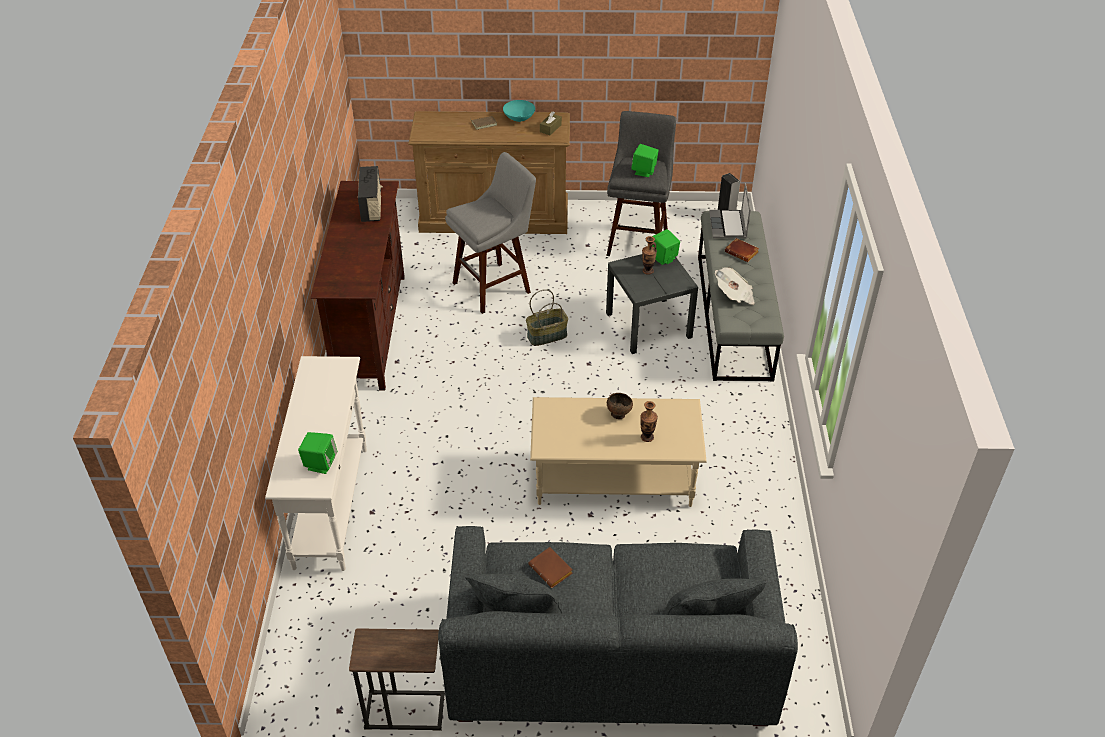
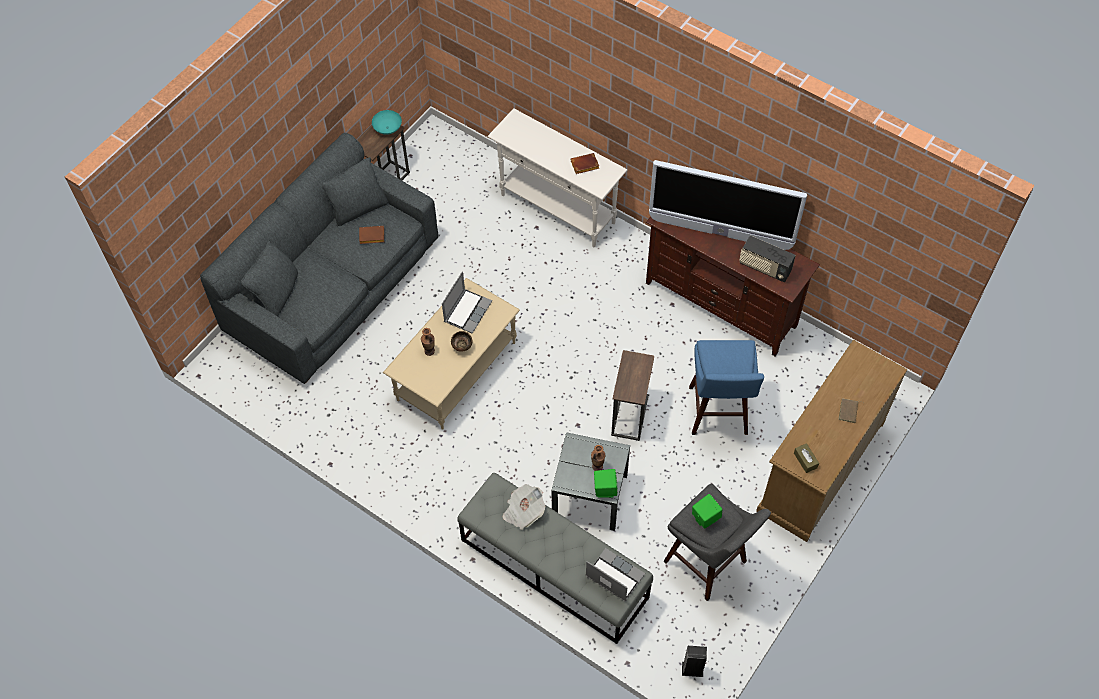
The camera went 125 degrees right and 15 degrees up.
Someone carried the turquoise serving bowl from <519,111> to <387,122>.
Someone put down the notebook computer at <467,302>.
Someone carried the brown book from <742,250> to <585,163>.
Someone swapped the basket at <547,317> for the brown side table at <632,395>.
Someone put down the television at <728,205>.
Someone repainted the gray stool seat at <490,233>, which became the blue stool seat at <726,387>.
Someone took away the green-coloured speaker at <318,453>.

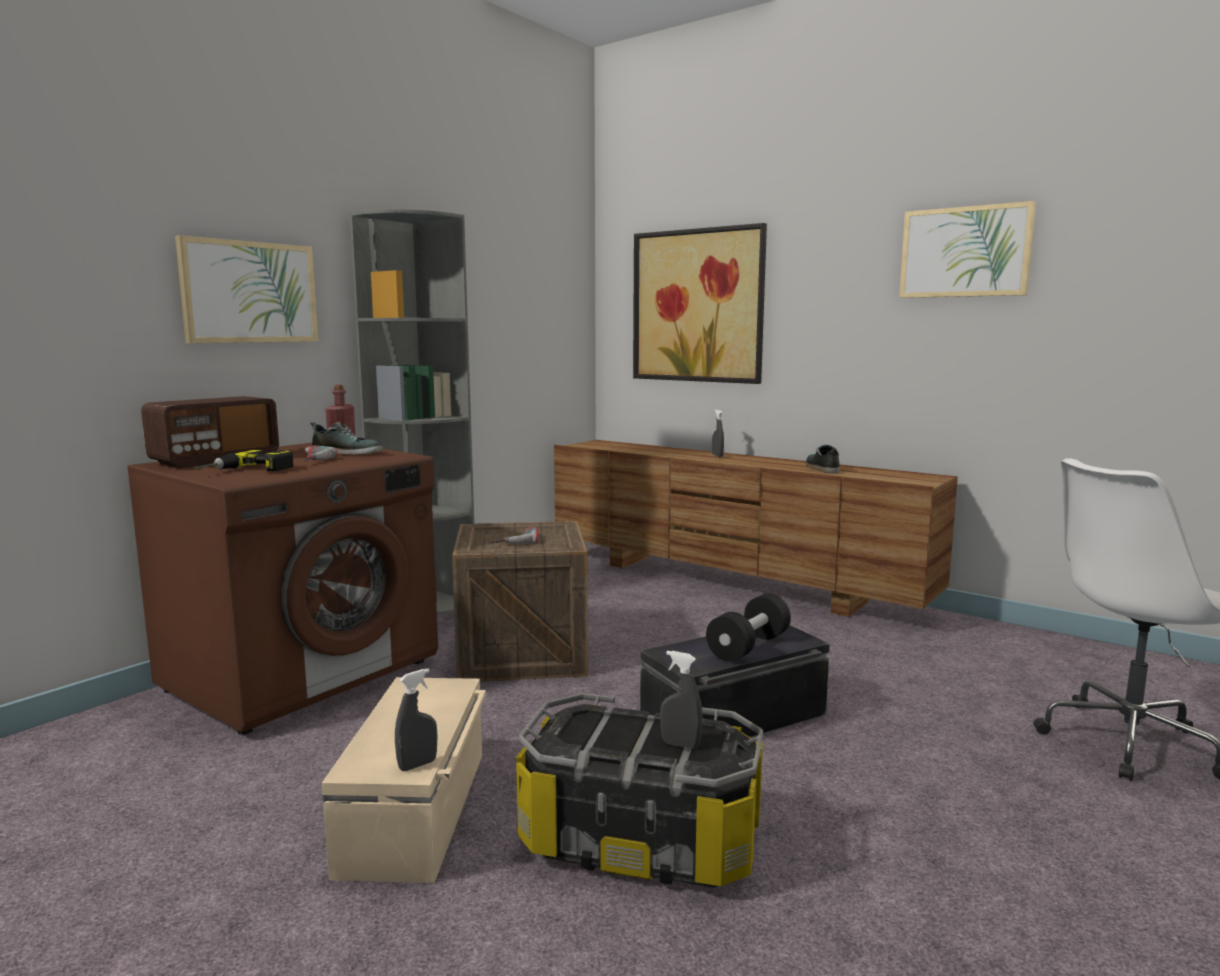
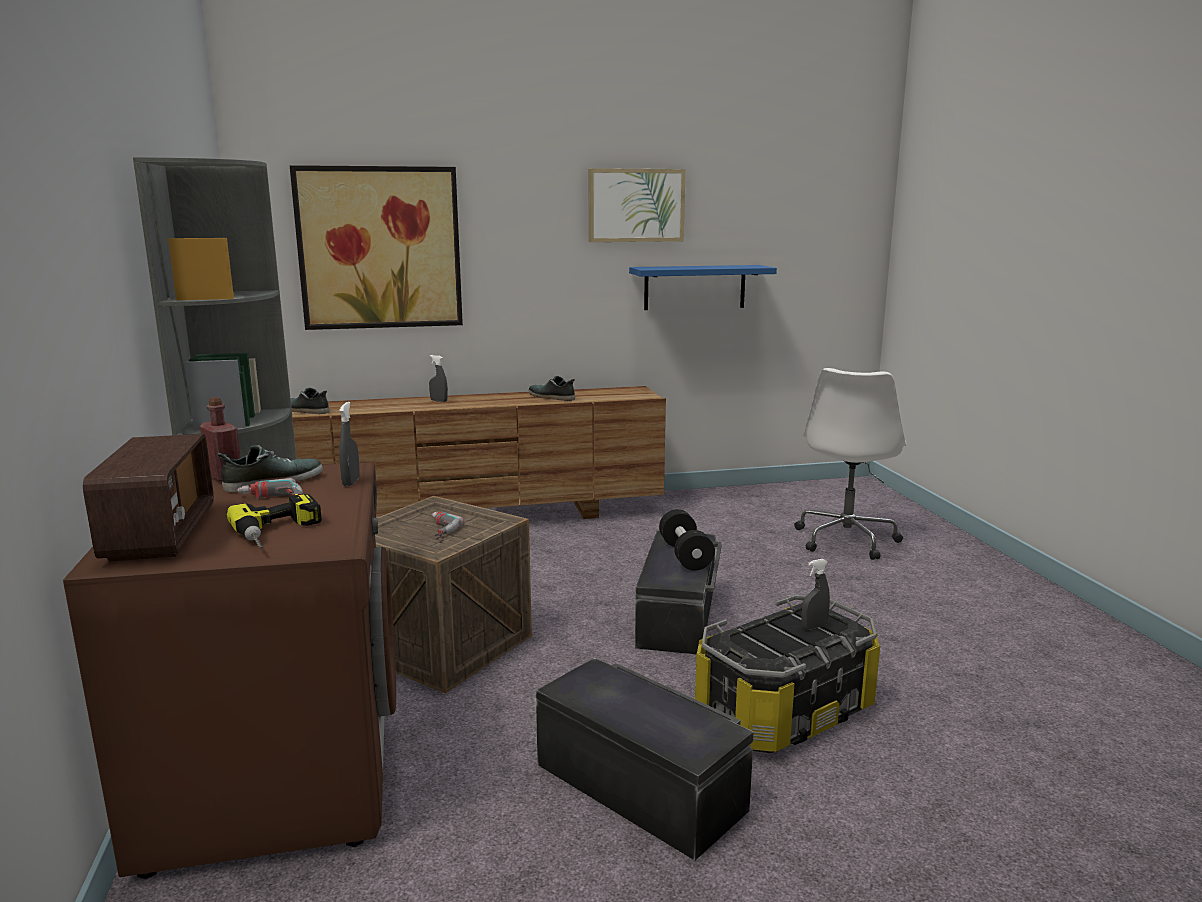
The camera went 50 degrees left and 5 degrees up.
Someone put down the shoe at <310,400>.
Someone carried the gray sprayer from <416,720> to <349,444>.
Someone repainted the beige-coloured storage box at <404,780>, which became the blackish storage box at <645,759>.
Someone put up the blue bracket shelf at <703,287>.
Someone took away the picture at <246,289>.

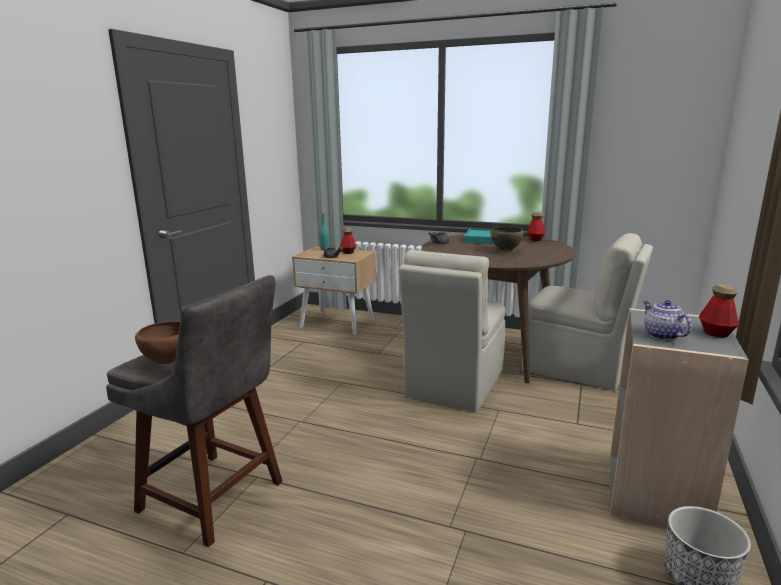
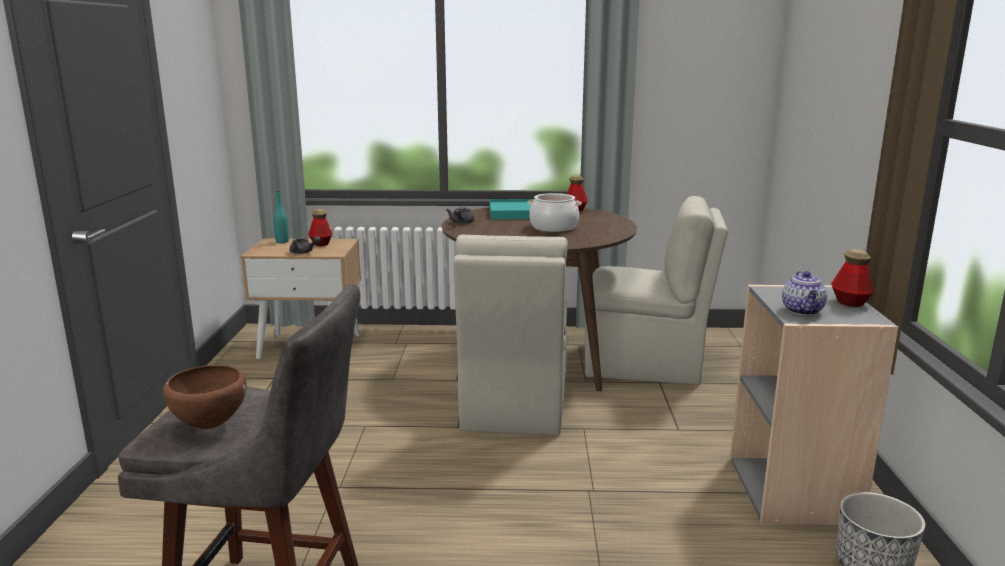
The camera went 20 degrees left and 0 degrees up.
Someone swapped the brown serving bowl at <507,239> for the cooking pot at <555,212>.
Someone rotated the tea pot at <667,320> by 135 degrees counterclockwise.

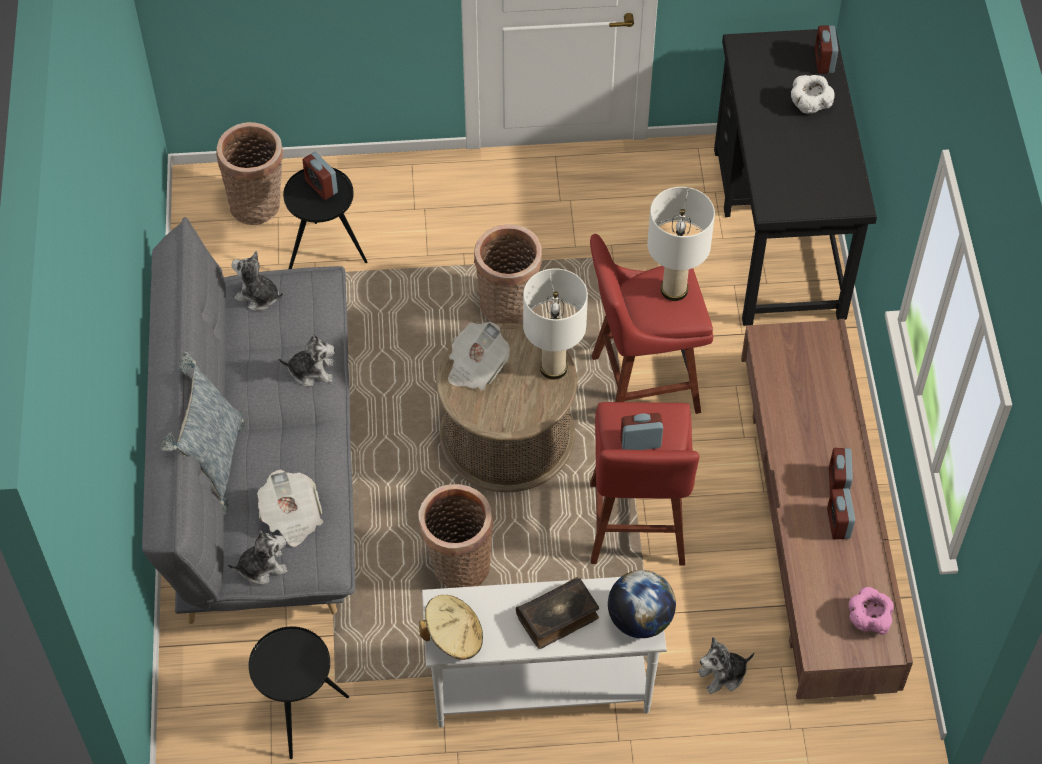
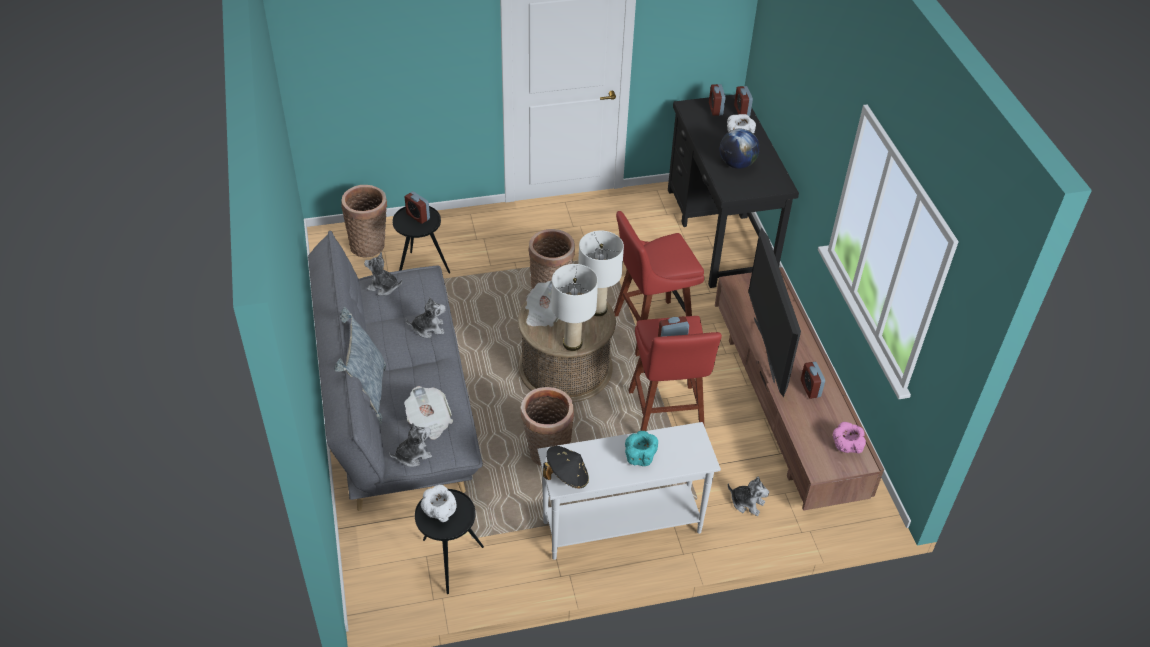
The camera went 10 degrees left and 10 degrees down.
Someone put down the white-coloured serving bowl at <438,503>.
Someone repainted the beige-coloured wearable hat at <451,627>, which became the blackish wearable hat at <566,467>.
Someone carried the white-coloured table lamp from <681,244> to <574,307>.
Someone swapped the book at <557,613> for the turquoise serving bowl at <641,448>.
Someone carried the table clock from <841,471> to <717,100>.
Someone carried the world globe from <642,604> to <740,149>.
Someone rotated the plush toy at <726,665> by 120 degrees counterclockwise.
Someone put down the television at <774,312>.

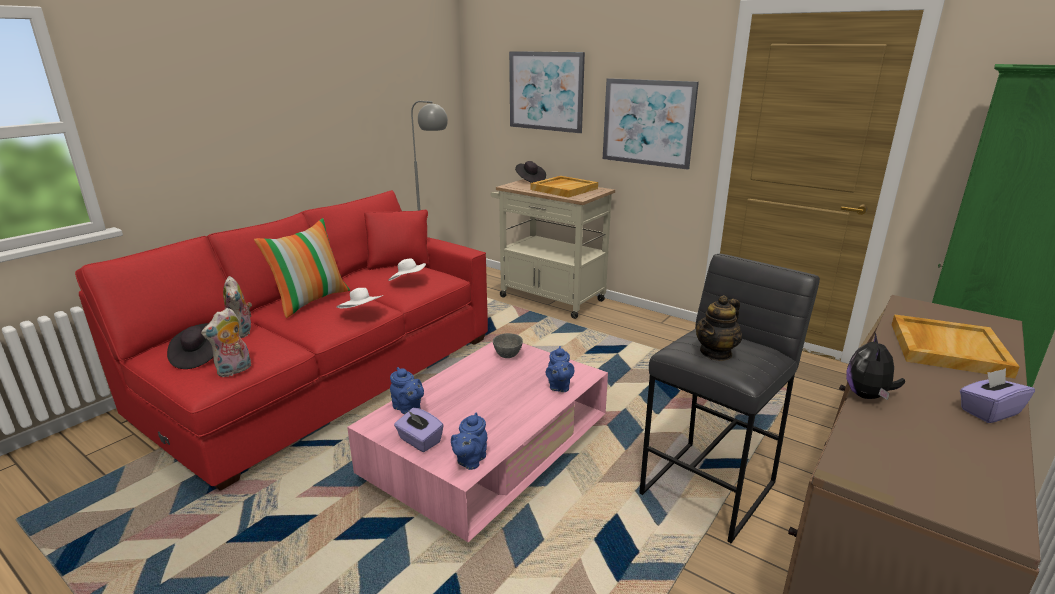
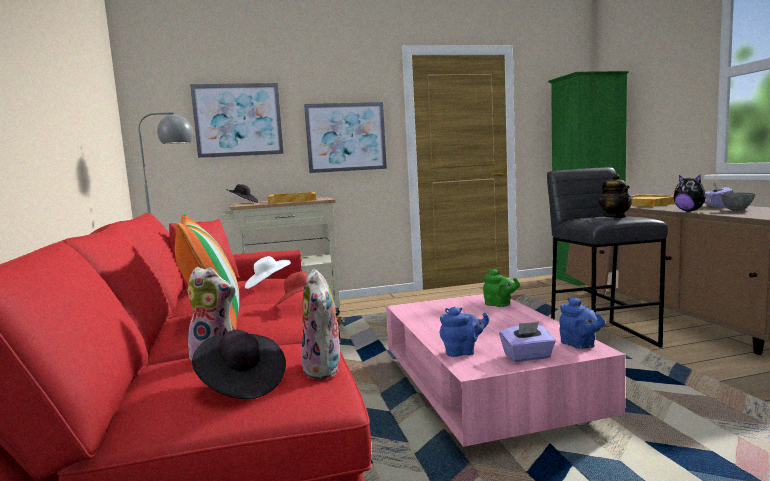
The camera went 50 degrees left and 15 degrees down.
Someone repainted the white-coloured wearable hat at <359,298>, which became the reddish wearable hat at <299,289>.
Someone repainted the blue tea pot at <560,369>, which became the green-coloured tea pot at <501,288>.
Someone carried the gray serving bowl from <508,345> to <738,201>.

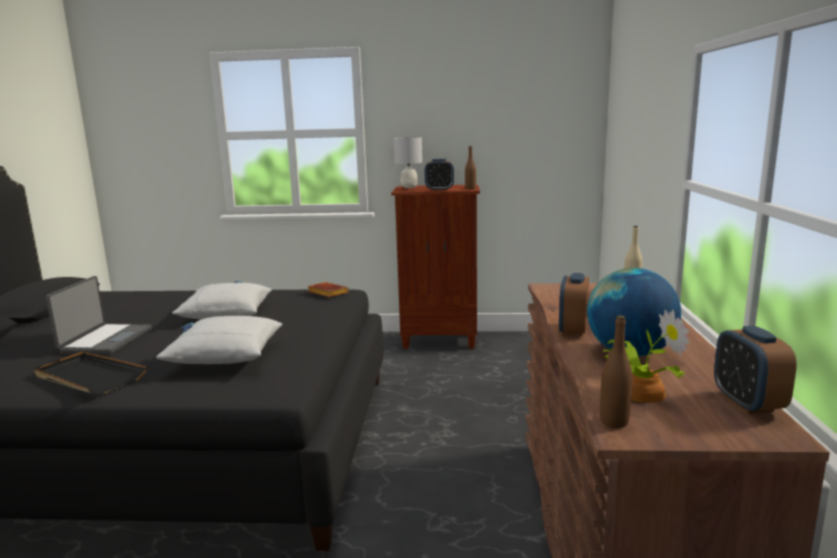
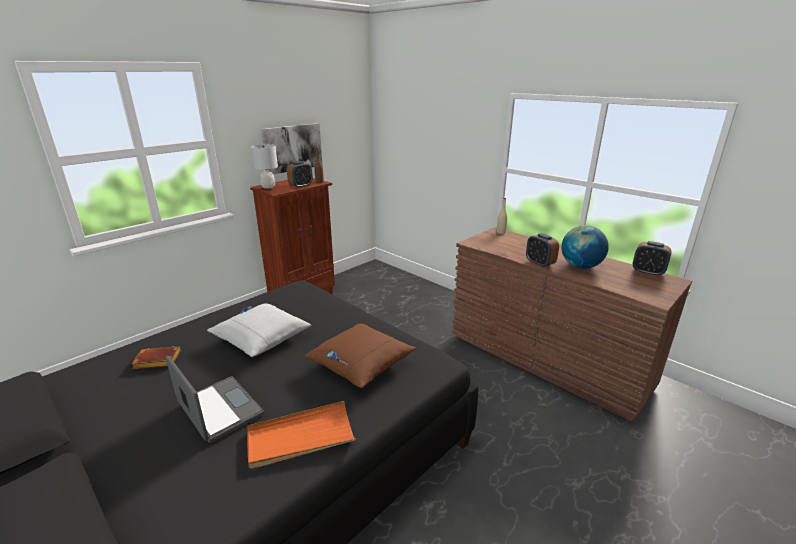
The camera went 50 degrees left and 10 degrees up.
Someone carried the brown book from <328,289> to <156,357>.
Someone repainted the blackish serving tray at <90,372>, which became the orangey serving tray at <301,435>.
Someone put up the picture at <291,148>.
Someone repainted the gray pillow at <219,340>, which became the brown pillow at <360,355>.
Someone took away the brown drink bottle at <616,371>.
Someone took away the potted plant at <646,356>.

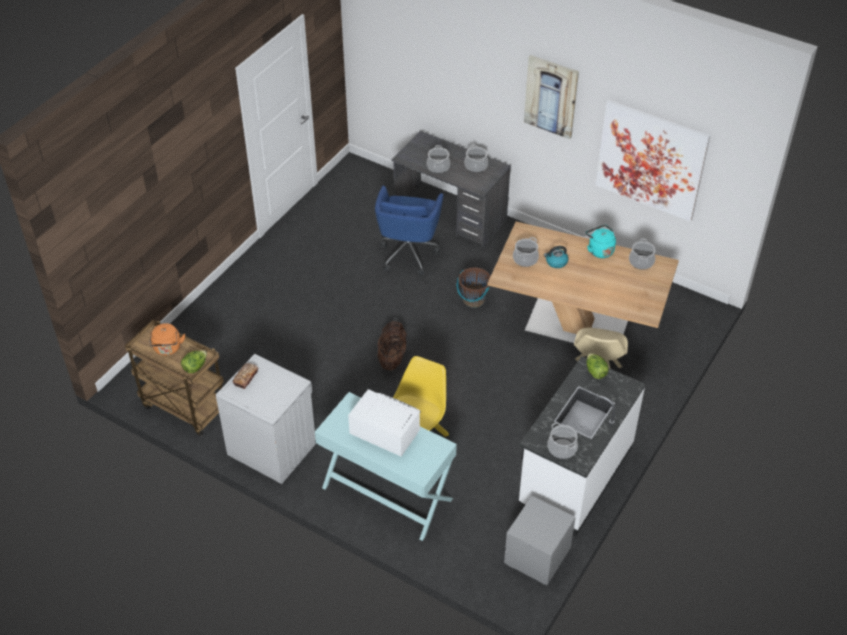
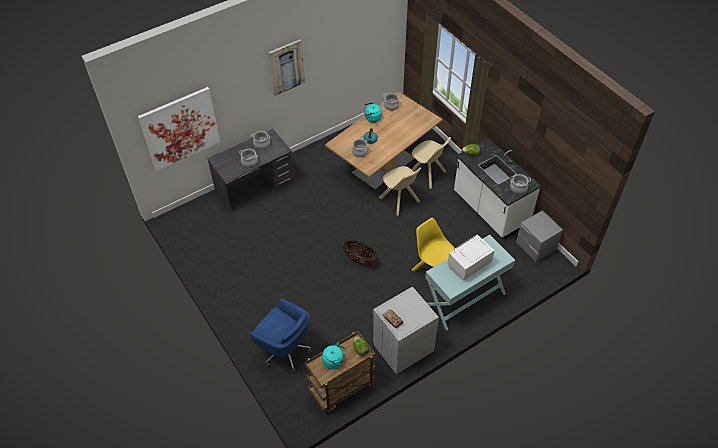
The camera went 65 degrees left and 5 degrees up.
Someone carried the picture from <653,160> to <179,129>.
Someone carried the blue computer chair from <409,231> to <281,336>.
Someone repainted the orangey tea kettle at <167,339>, which became the turquoise tea kettle at <334,355>.
Someone put down the beige-coloured upright chair at <400,191>.
Someone took away the brown pail at <474,288>.

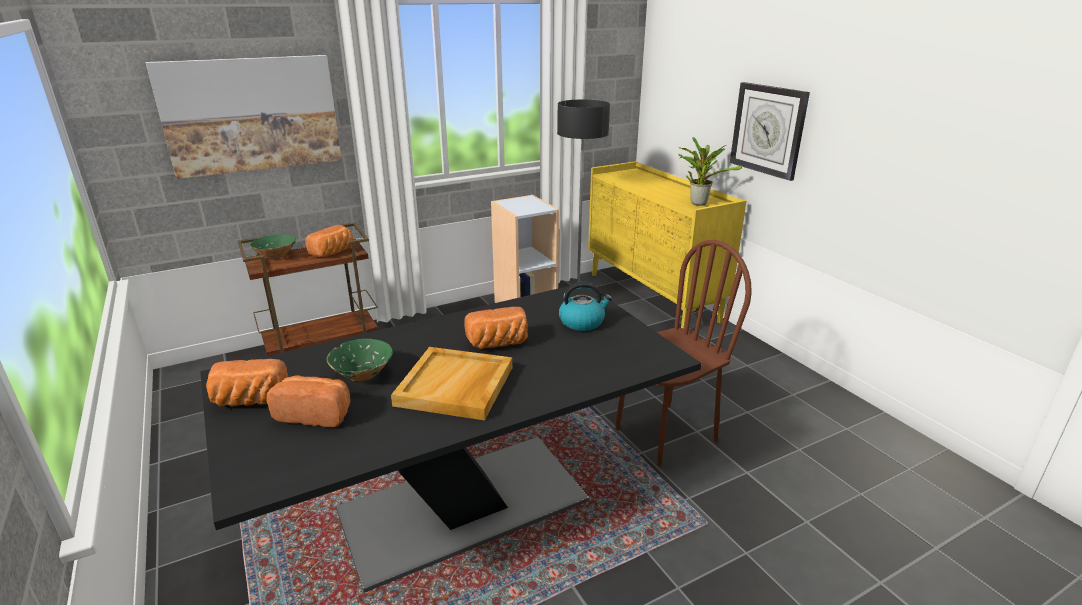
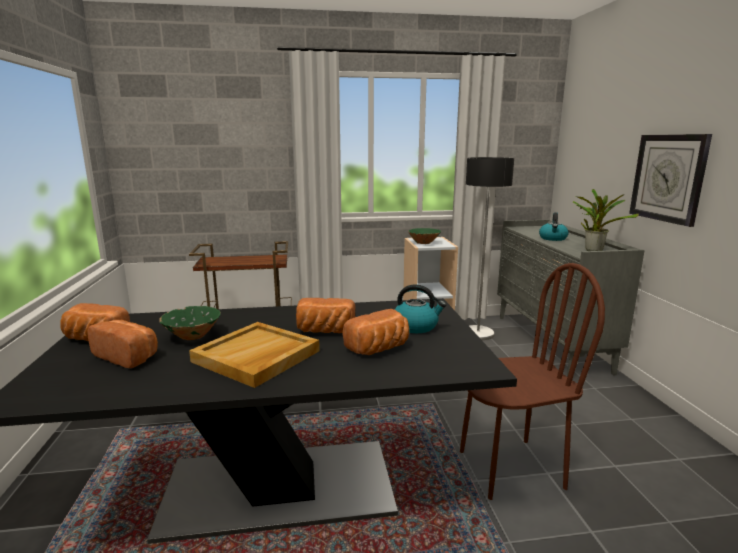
The camera went 20 degrees right and 10 degrees down.
Someone carried the baked bread from <329,241> to <376,332>.
Someone carried the green-coloured serving bowl from <272,247> to <424,236>.
Someone repainted the yellowish cupboard at <667,244>, which became the gray cupboard at <571,298>.
Someone put down the tea kettle at <554,226>.
Someone took away the picture at <244,117>.

